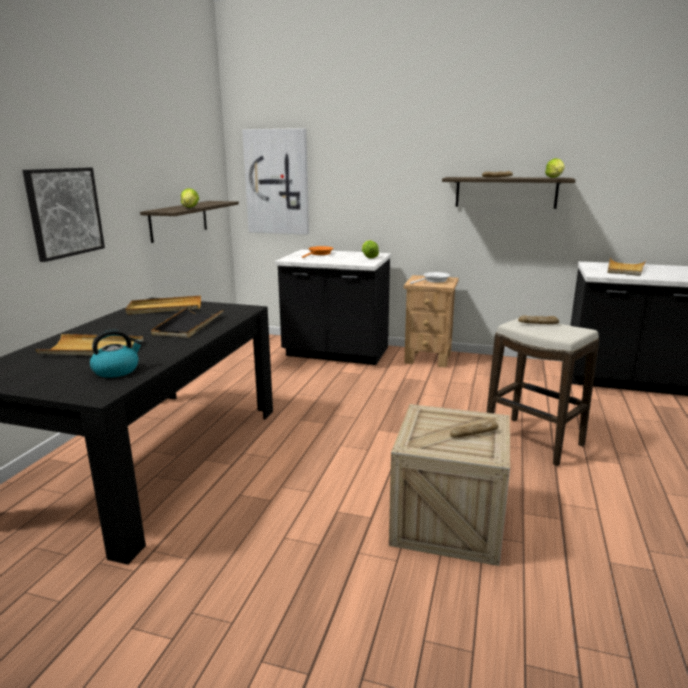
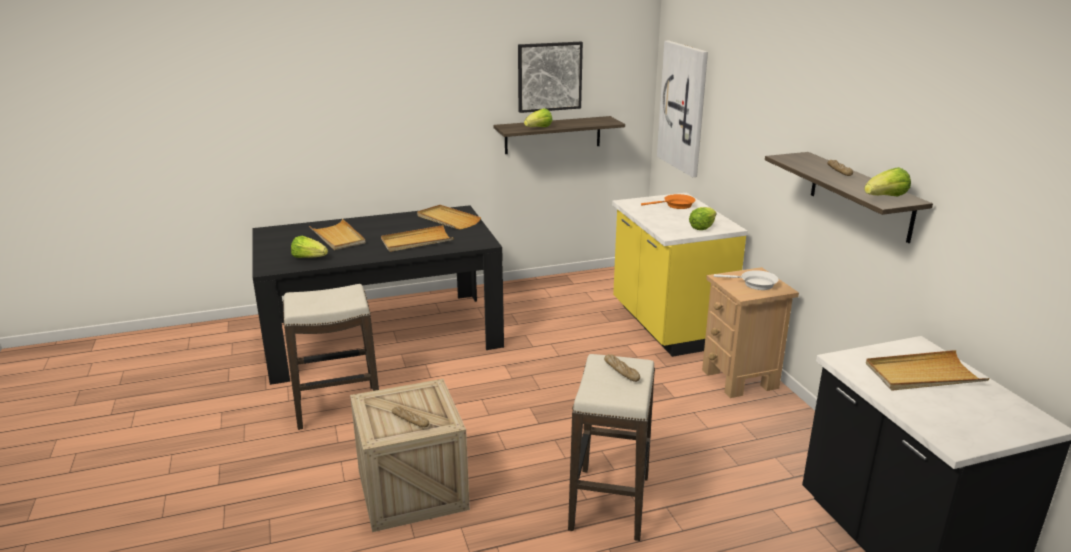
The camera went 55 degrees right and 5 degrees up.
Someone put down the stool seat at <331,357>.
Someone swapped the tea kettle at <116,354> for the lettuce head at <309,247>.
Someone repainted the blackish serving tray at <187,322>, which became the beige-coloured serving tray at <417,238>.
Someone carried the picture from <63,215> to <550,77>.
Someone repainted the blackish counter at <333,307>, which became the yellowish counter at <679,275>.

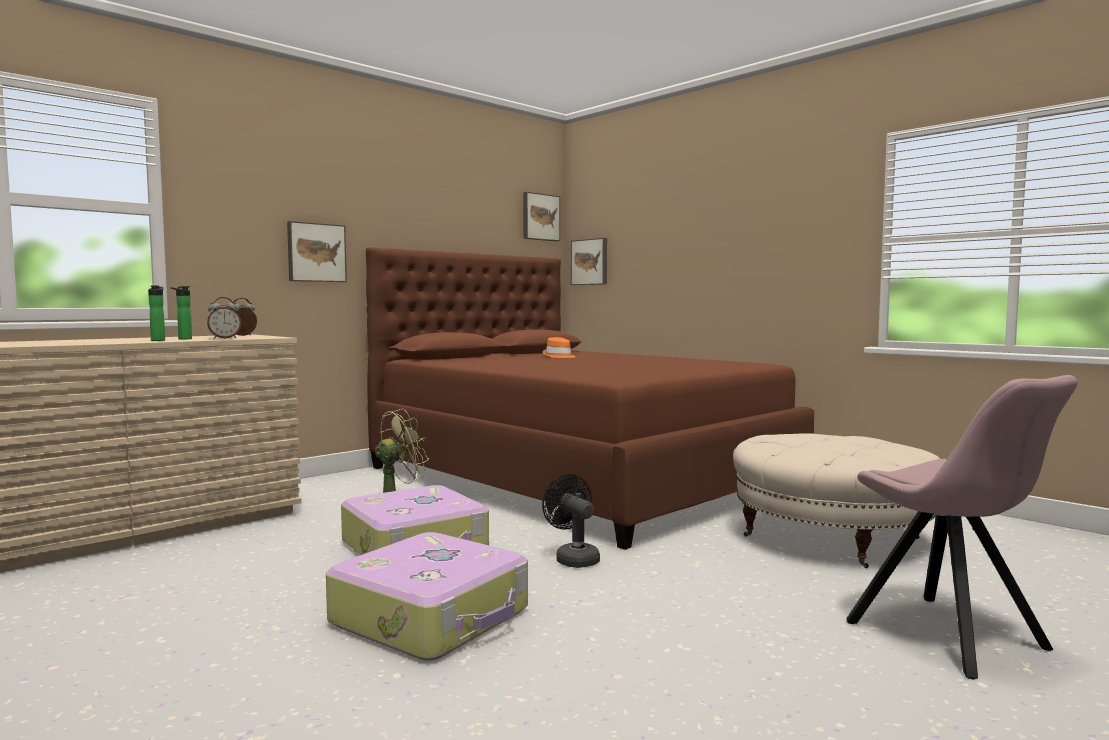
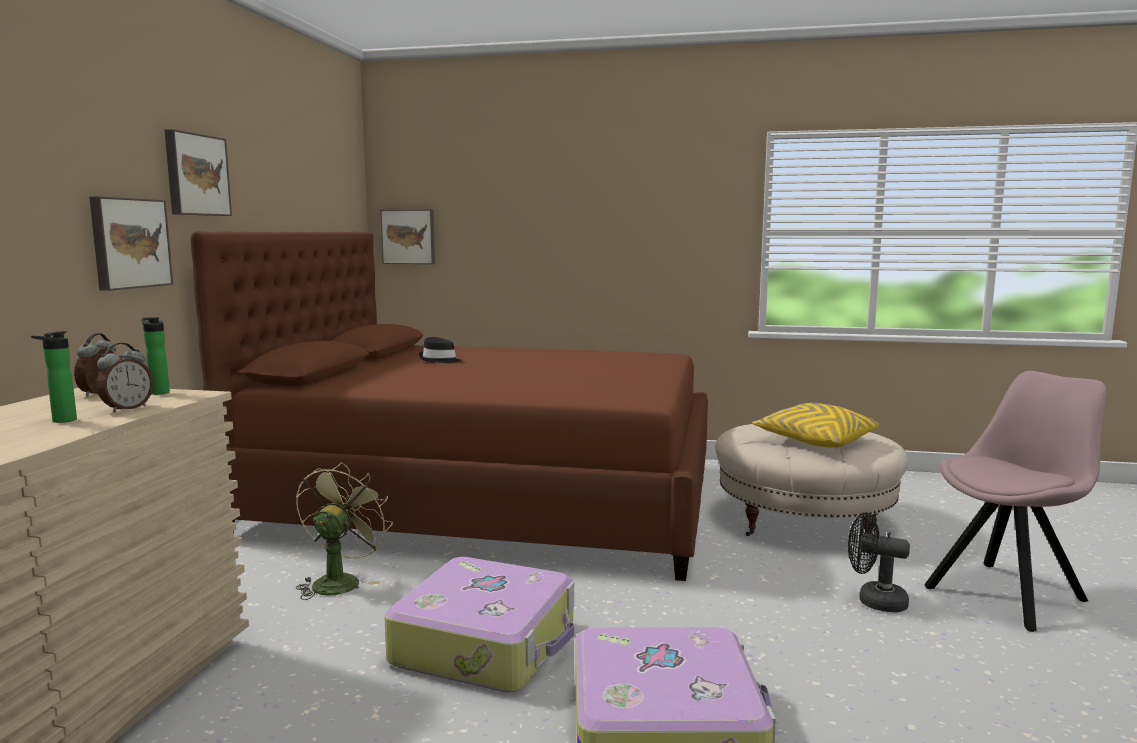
The camera went 35 degrees left and 5 degrees up.
Someone carried the drink bottle from <156,313> to <155,356>.
Someone carried the picture from <541,216> to <198,172>.
Someone repainted the orangey wearable hat at <559,347>, which became the blackish wearable hat at <440,350>.
Someone put down the yellowish pillow at <815,425>.
Someone carried the blackish electric fan from <571,521> to <879,562>.
Someone rotated the pinkish upright chair at <962,527> by 60 degrees counterclockwise.

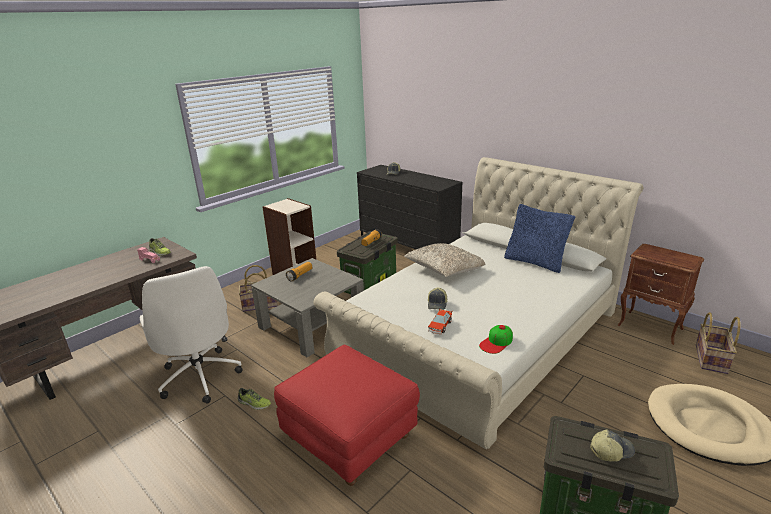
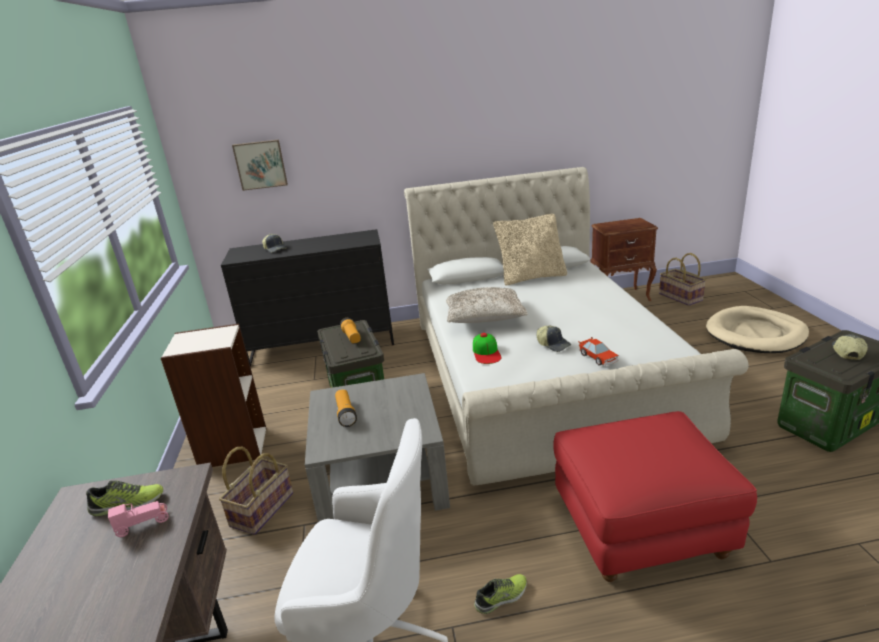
The camera went 50 degrees left and 0 degrees up.
Someone put up the picture at <260,165>.
Someone carried the cap from <496,339> to <487,348>.
Someone repainted the blue pillow at <539,238>, which became the beige-coloured pillow at <530,249>.

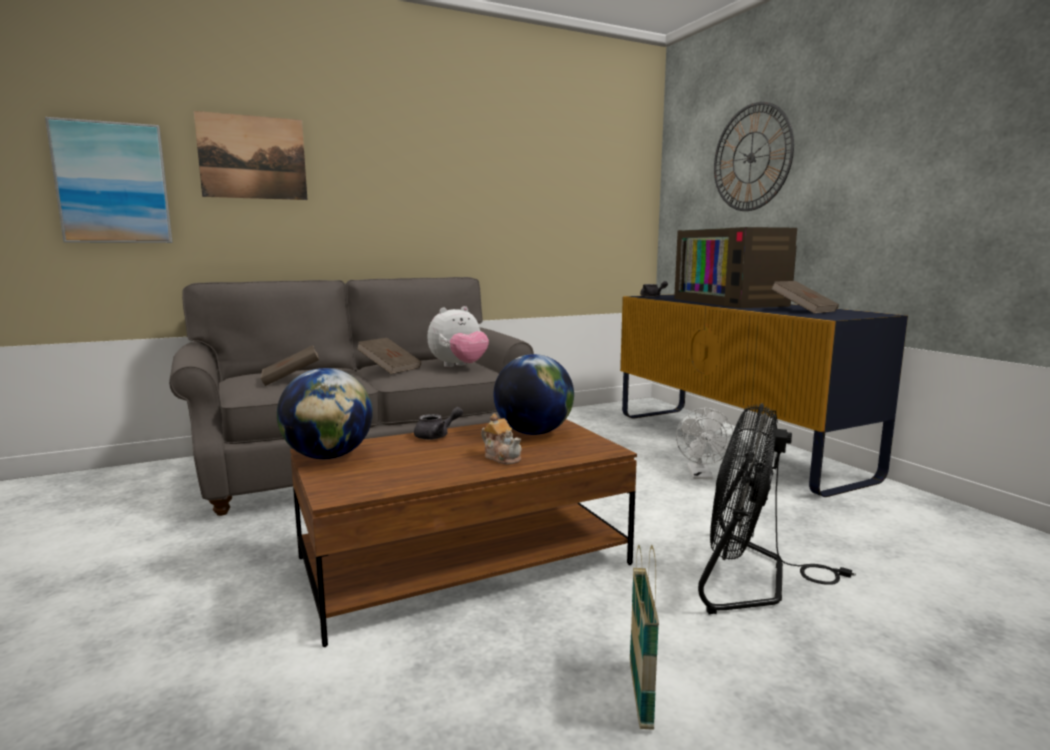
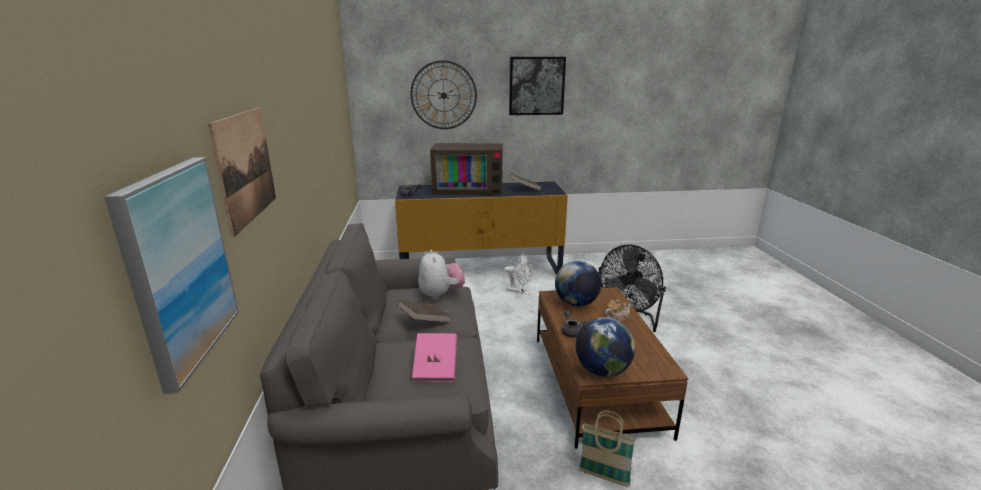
The camera went 70 degrees left and 10 degrees up.
Someone repainted the brown book at <290,365>, which became the pinkish book at <434,357>.
Someone put up the picture at <537,86>.
Someone carried the basket from <644,637> to <607,448>.

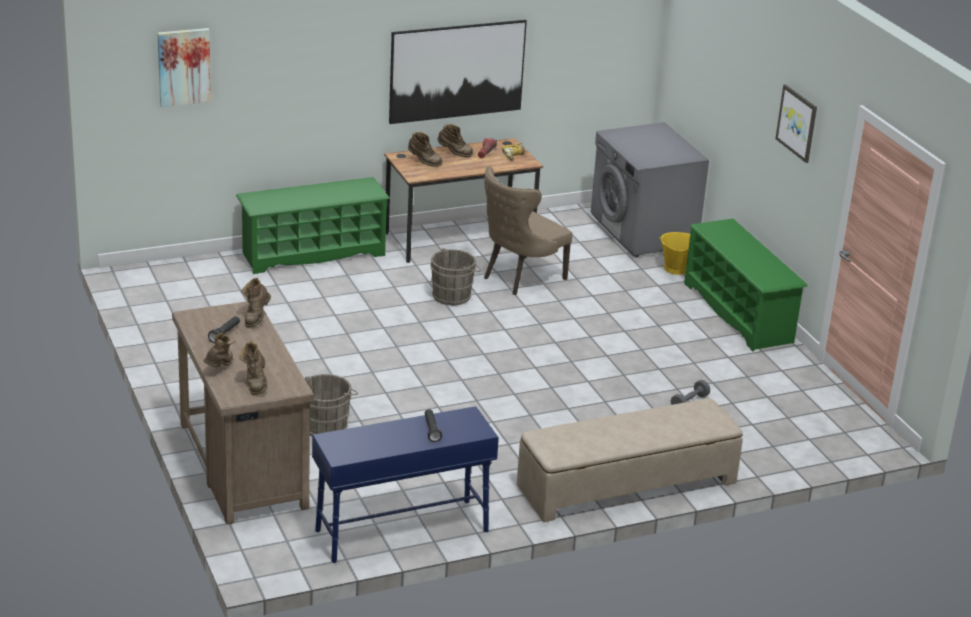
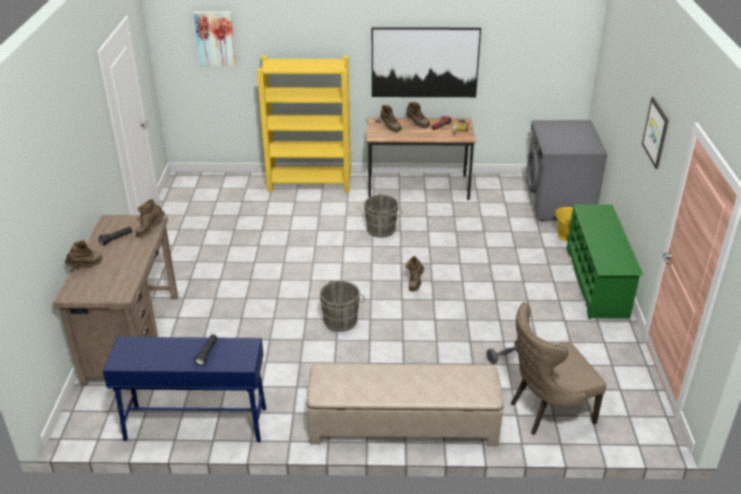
The camera went 25 degrees right and 5 degrees up.
Someone swapped the green-coloured shoe shelf at <313,225> for the yellowish bookshelf at <304,124>.
Someone carried the gray pail from <331,405> to <342,306>.
Someone carried the brown high-top boot from <253,368> to <414,273>.
Someone carried the beige-coloured upright chair from <528,230> to <558,368>.

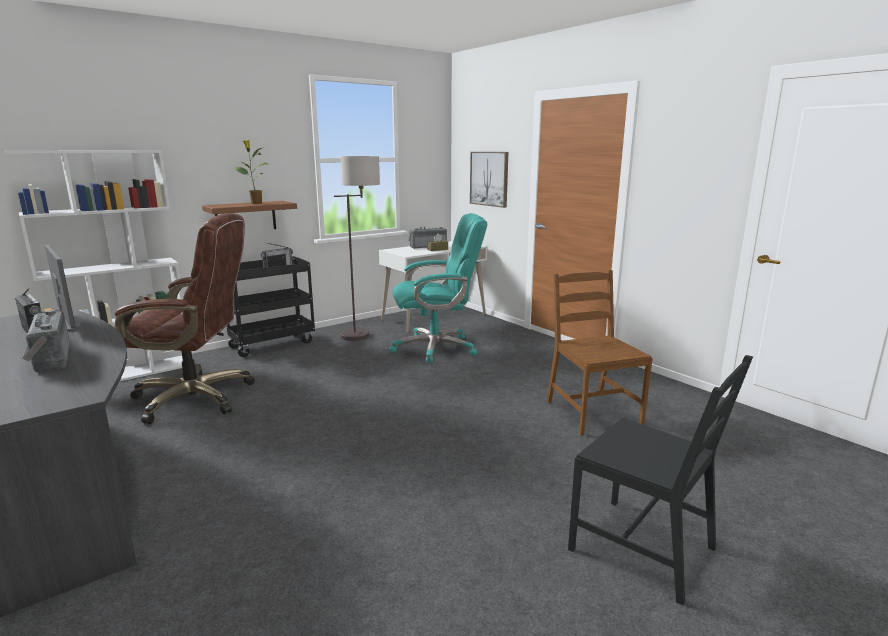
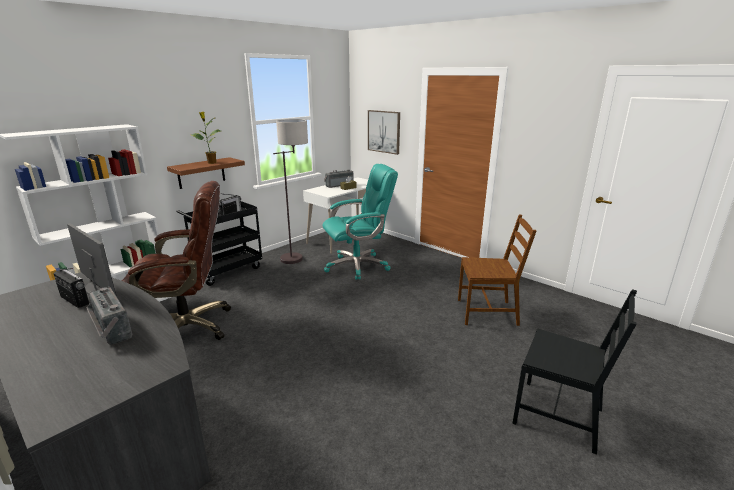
The camera went 10 degrees left and 5 degrees up.
Someone rotated the brown upright chair at <600,353> by 120 degrees clockwise.

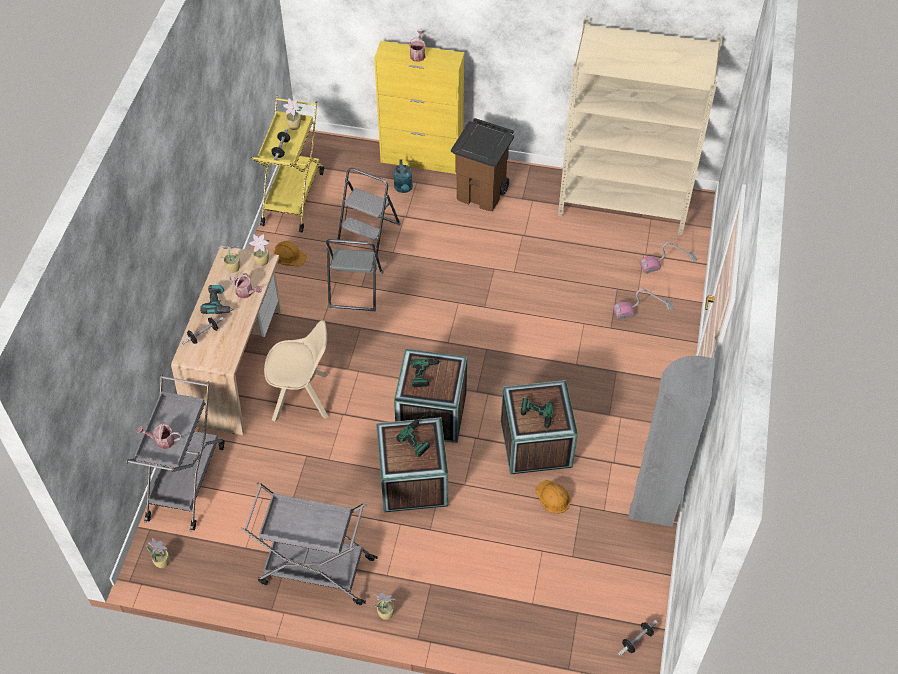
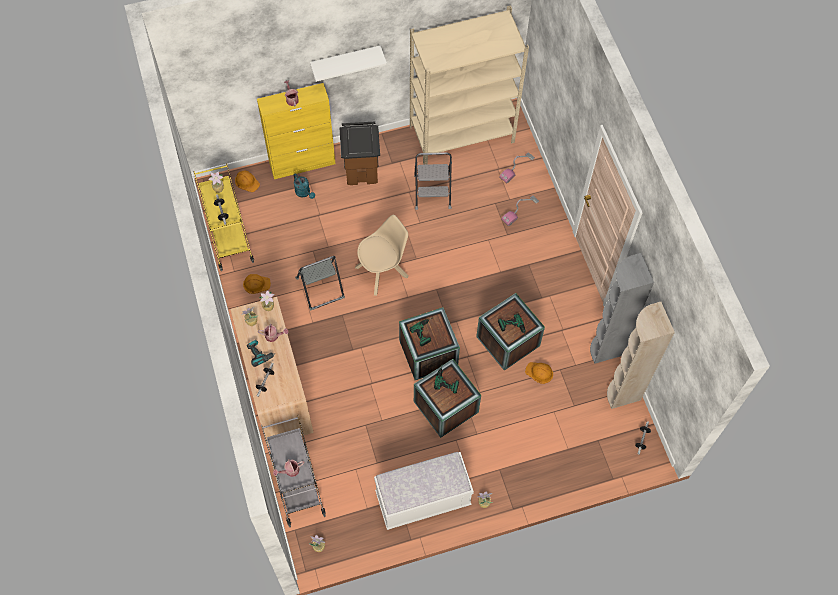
The camera went 30 degrees left and 10 degrees up.
Someone put down the orangey work helmet at <247,181>.
Someone put up the white-coloured bracket shelf at <348,64>.
Someone carried the beige-coloured upright chair from <296,371> to <381,255>.
Someone swapped the gray wheeled cart at <309,544> for the white-coloured bench at <424,491>.
Someone carried the gray step ladder from <368,211> to <433,181>.
Someone put down the beige-coloured bookshelf at <641,355>.

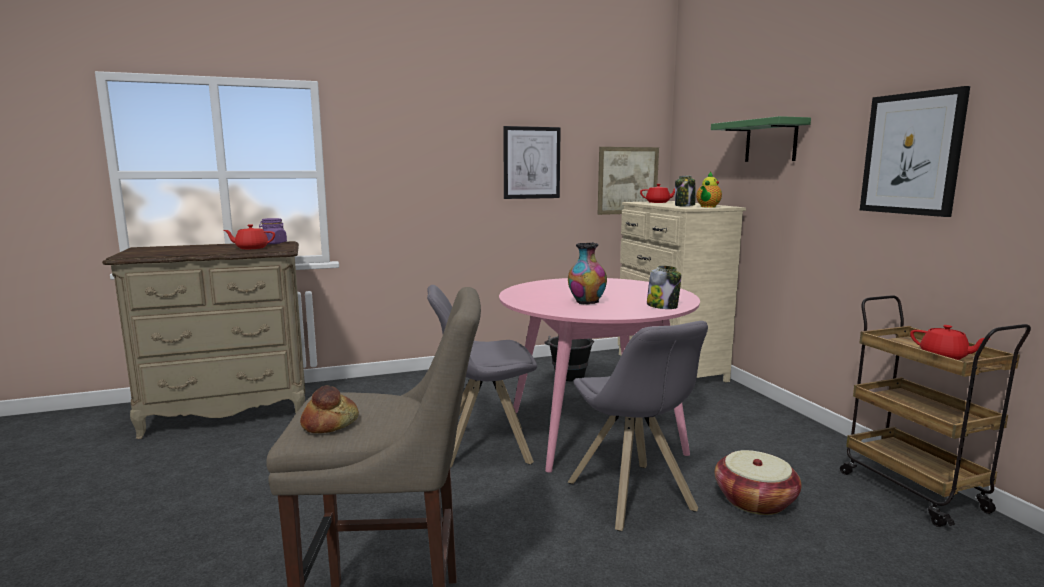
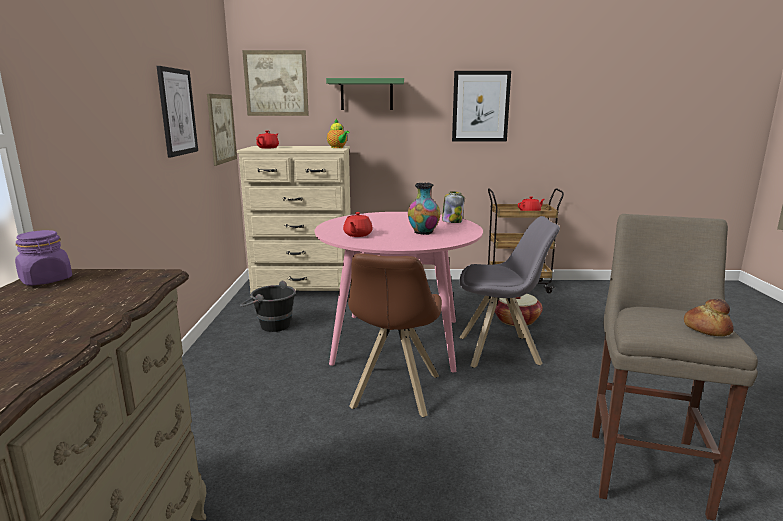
The camera went 70 degrees left and 5 degrees up.
Someone put up the picture at <275,83>.
Someone carried the reddish tea pot from <249,236> to <358,224>.
Someone repainted the gray upright chair at <482,376>, which became the brown upright chair at <395,335>.
Someone took away the jar at <685,191>.

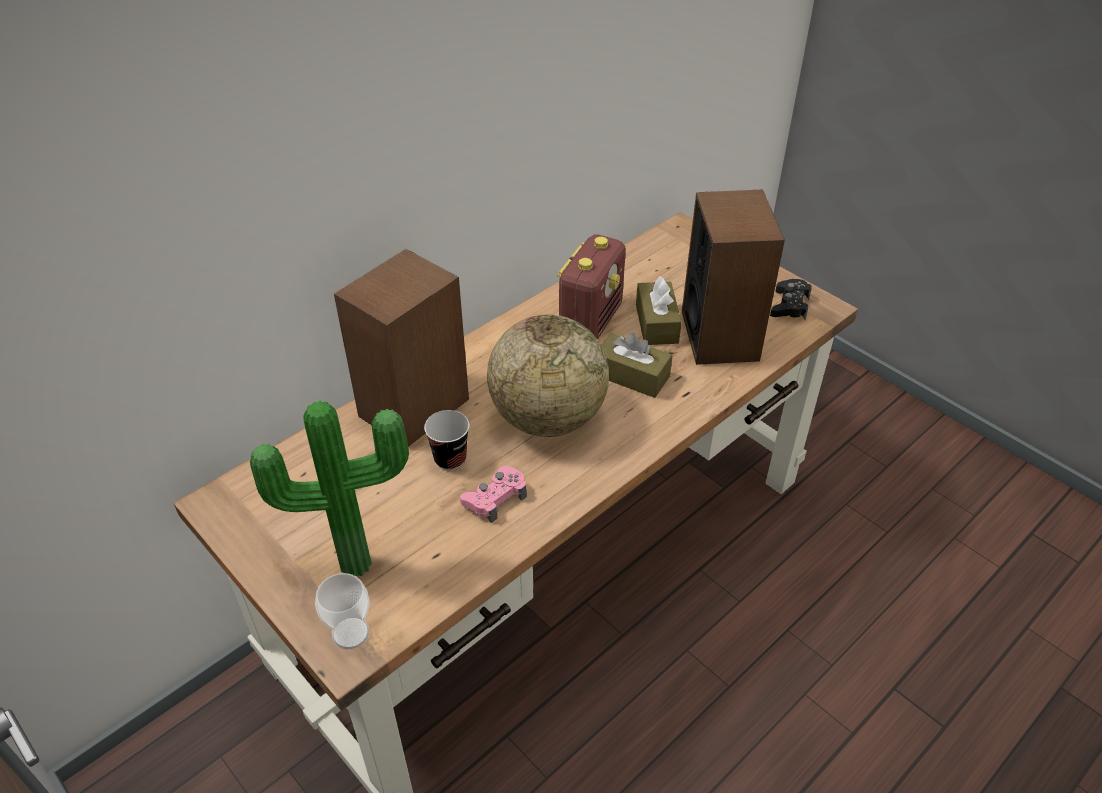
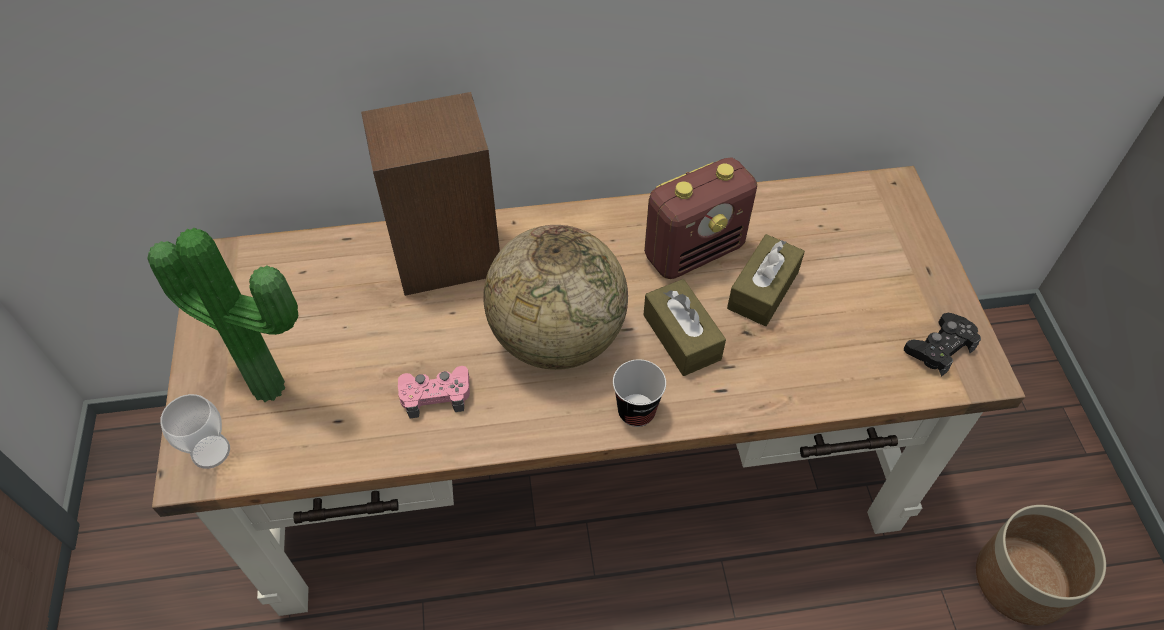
The camera went 35 degrees right and 10 degrees up.
Someone carried the cup from <446,440> to <639,393>.
Someone put down the flower pot at <1041,565>.
Someone took away the speaker at <733,277>.

